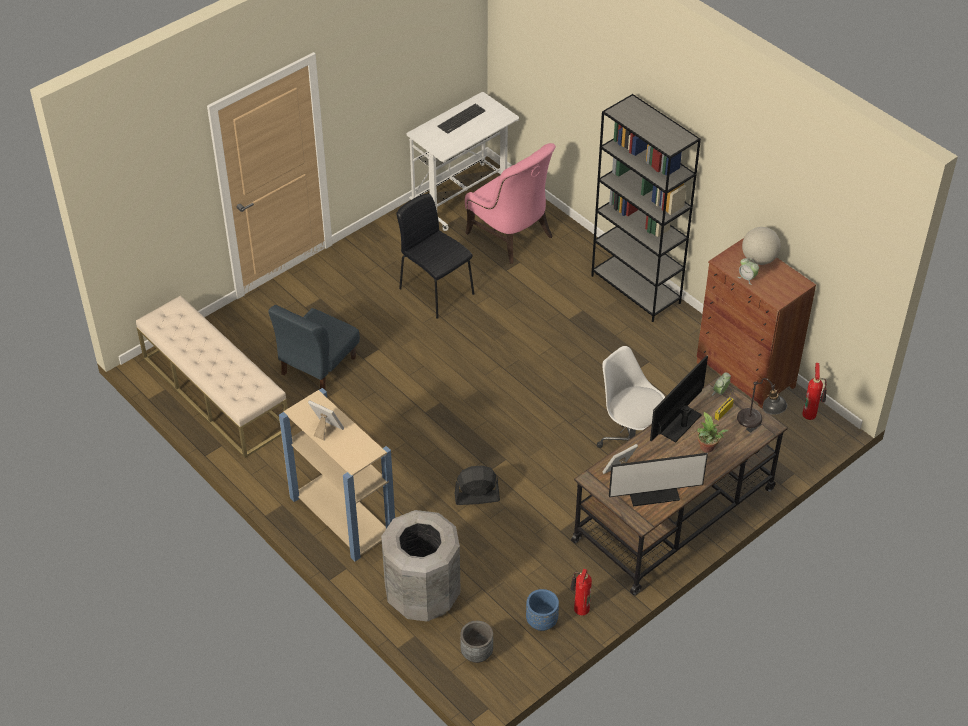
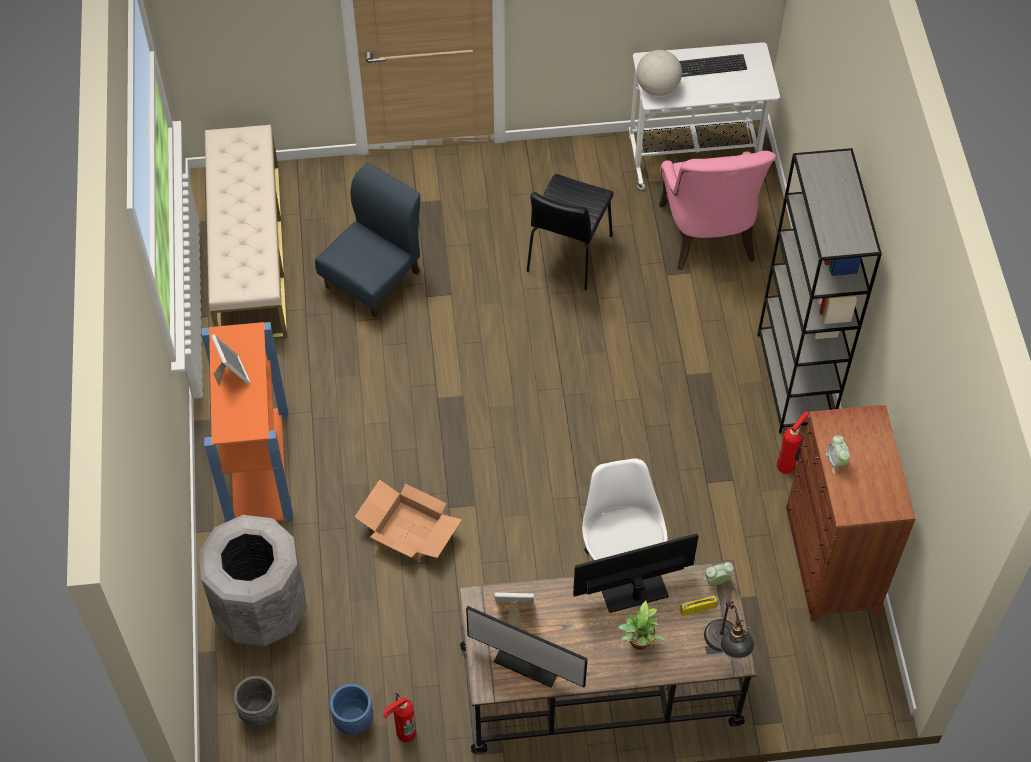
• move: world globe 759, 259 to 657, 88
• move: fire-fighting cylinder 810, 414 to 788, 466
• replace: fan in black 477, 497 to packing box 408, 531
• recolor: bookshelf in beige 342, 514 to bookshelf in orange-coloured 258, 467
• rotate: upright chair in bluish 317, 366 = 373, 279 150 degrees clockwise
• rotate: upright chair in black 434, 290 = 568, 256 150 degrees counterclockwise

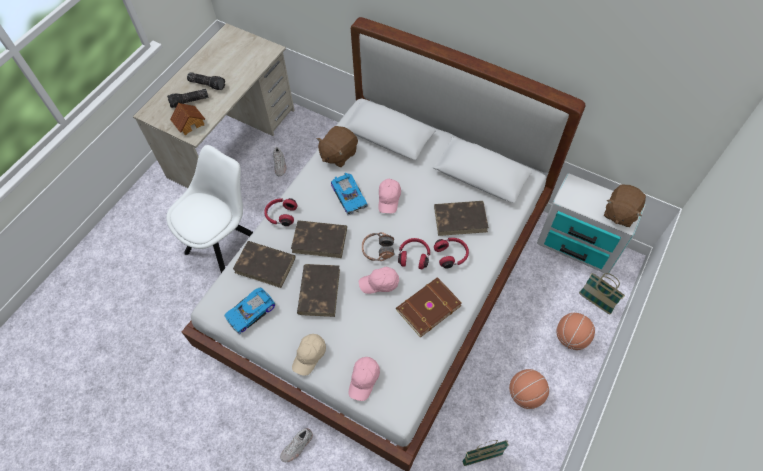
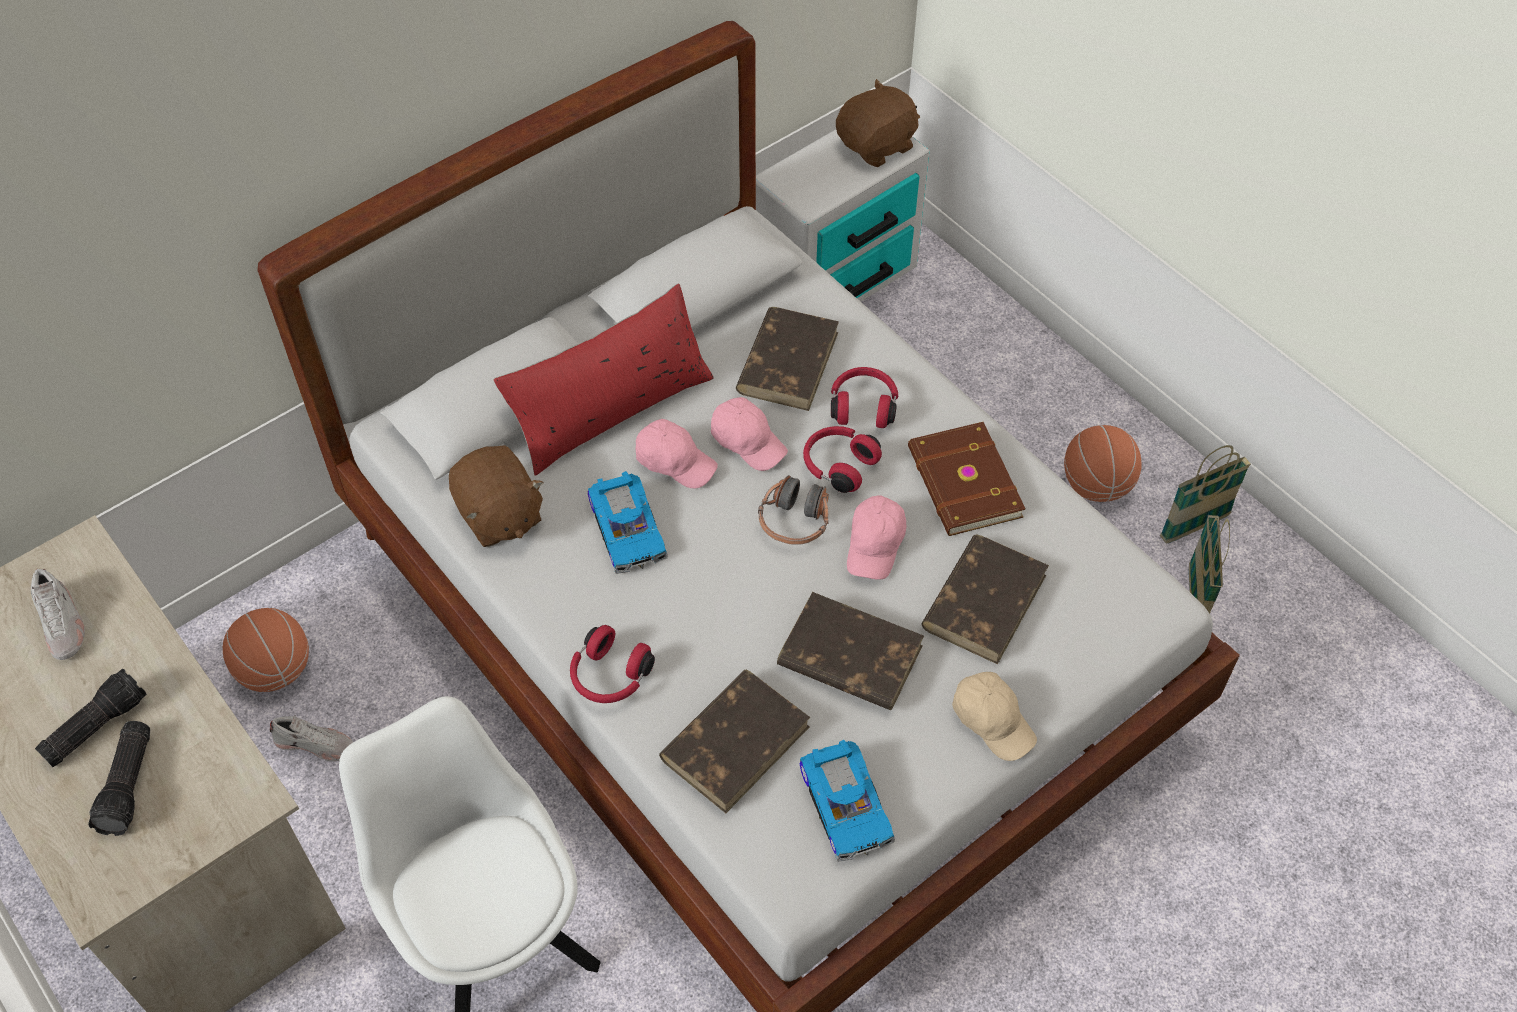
• delete: miniature house 189, 123
• insert: throw pillow in red-coloured 611, 409
• move: shoe in white 297, 446 to 62, 623
• move: volume in brownish 320, 240 to 984, 600
• move: cap in pink-coloured 364, 380 to 748, 441
• move: ball for basketball 571, 338 to 275, 670
• move: basket 595, 302 to 1194, 527
• rotate: toy car 349, 196 = 629, 528 75 degrees clockwise
• rotate: soft toy in brownish 620, 213 = 877, 146 90 degrees counterclockwise

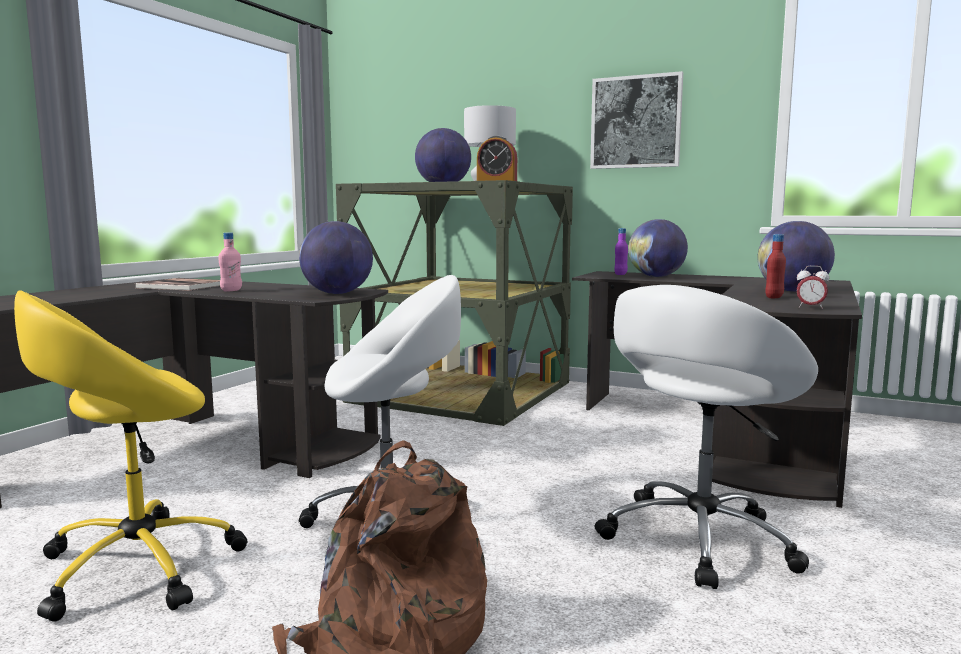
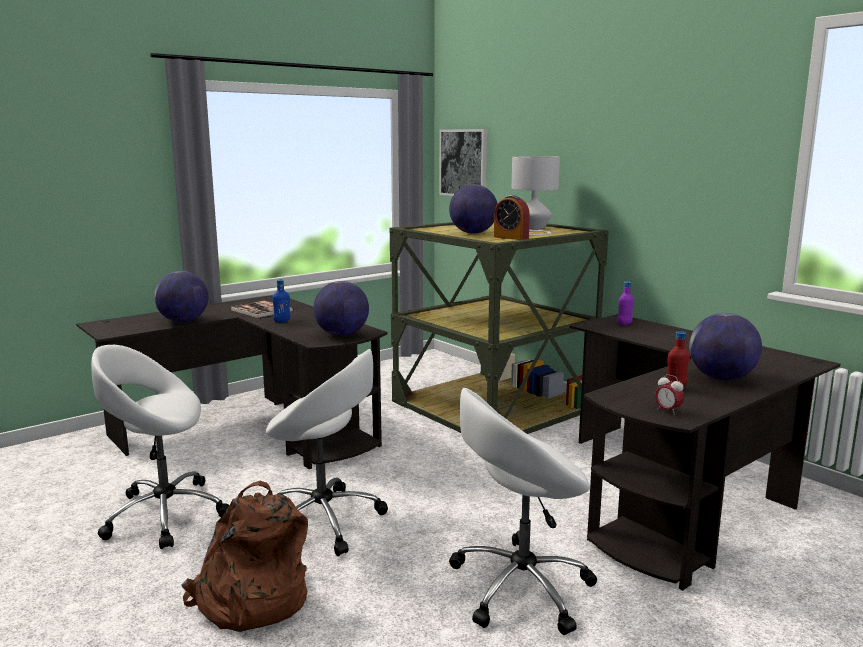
• move: wall picture 636, 122 to 464, 163
• move: world globe 656, 276 to 183, 321
• recolor: desk chair in yellow-coloured 134, 567 to desk chair in white 163, 515
• recolor: drink bottle in pink-coloured 231, 290 to drink bottle in bluish 282, 321

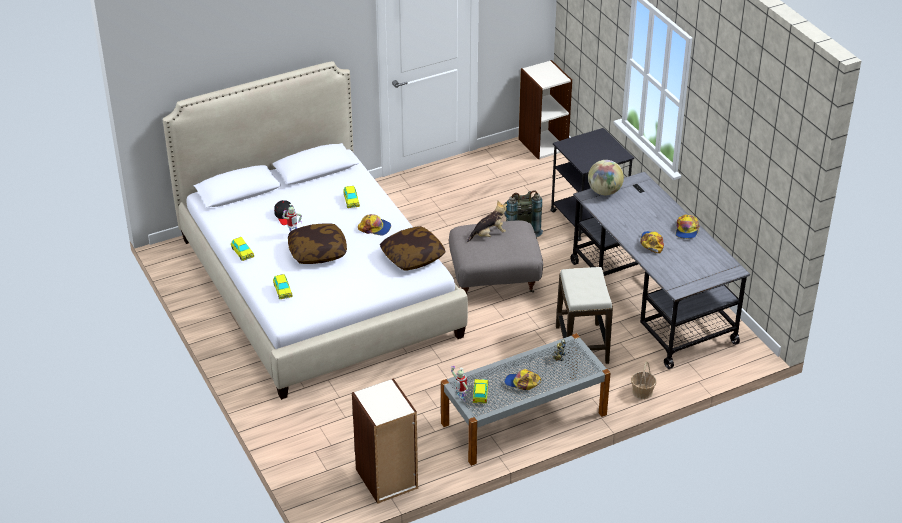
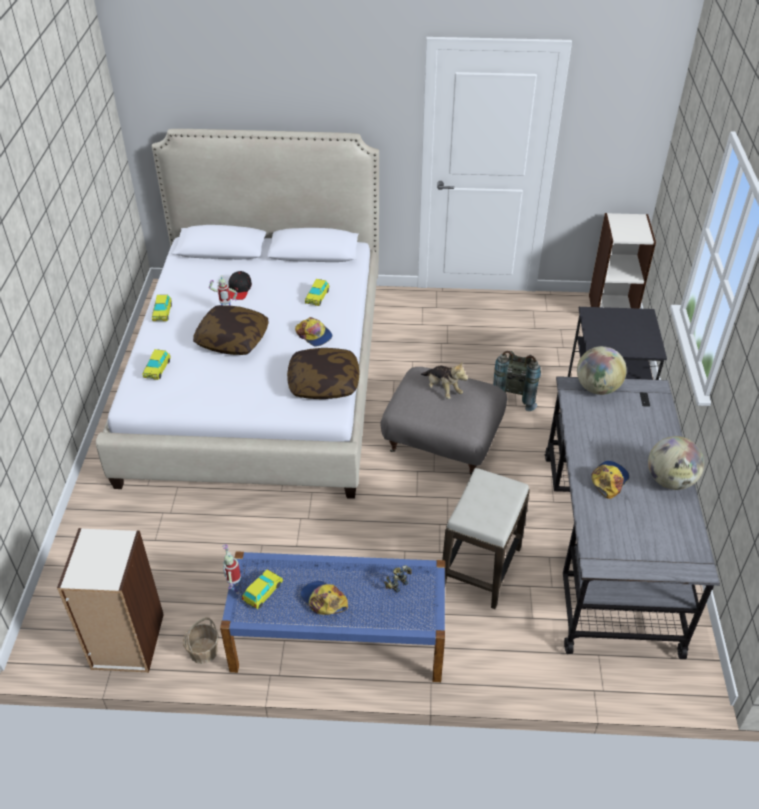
• move: basket 642, 392 to 203, 651
• replace: cap 686, 230 to world globe 670, 480
• recolor: bench in grey 524, 420 to bench in bluish 338, 639
• rotate: soft toy 488, 235 = 442, 389 45 degrees clockwise

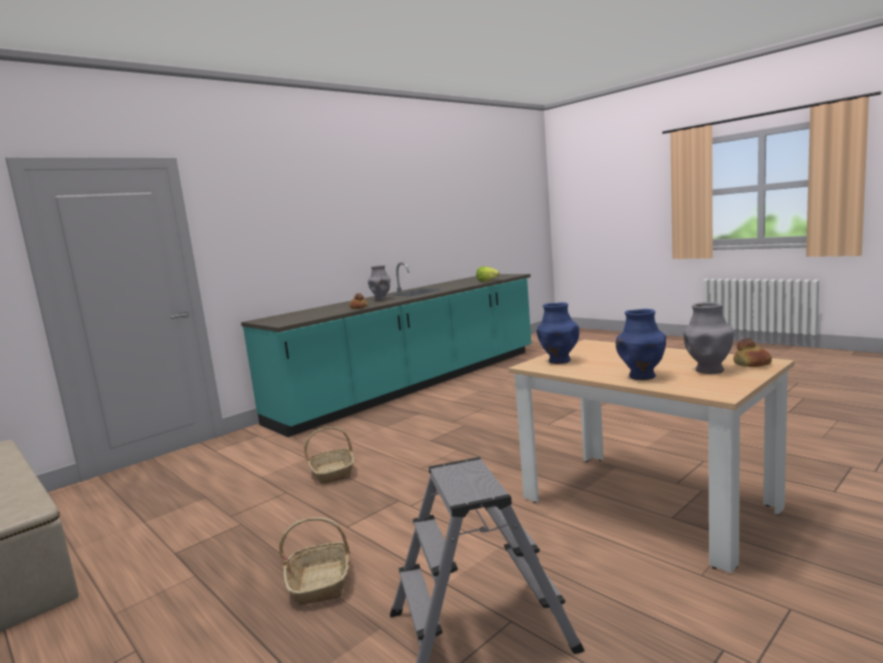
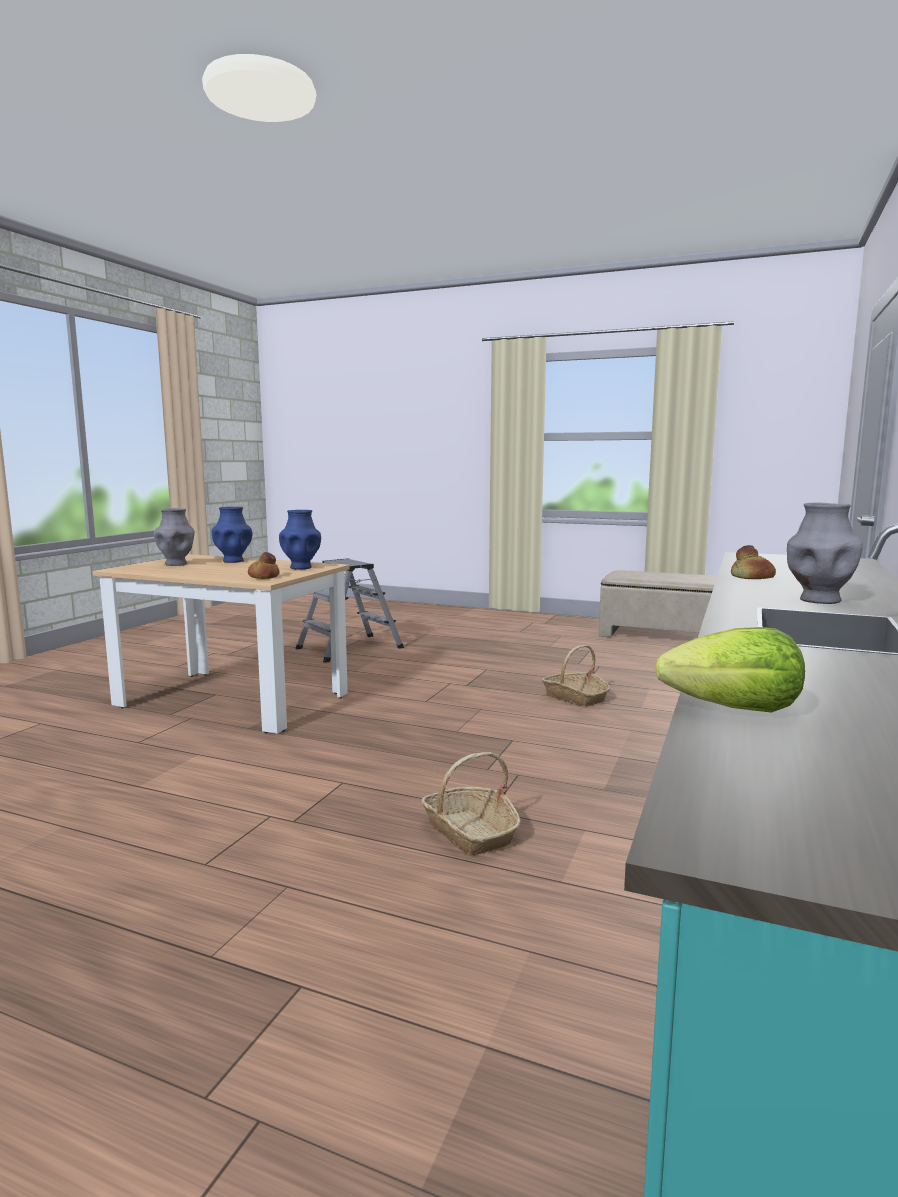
• move: basket 320, 582 to 470, 832
• move: bakery bread 751, 364 to 264, 577

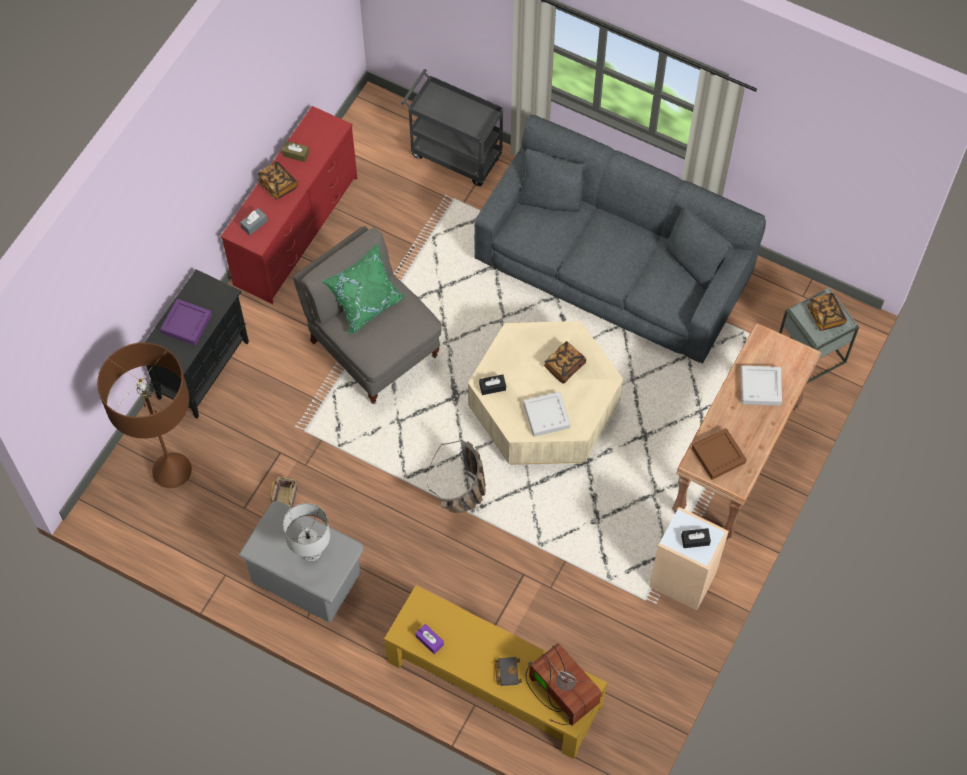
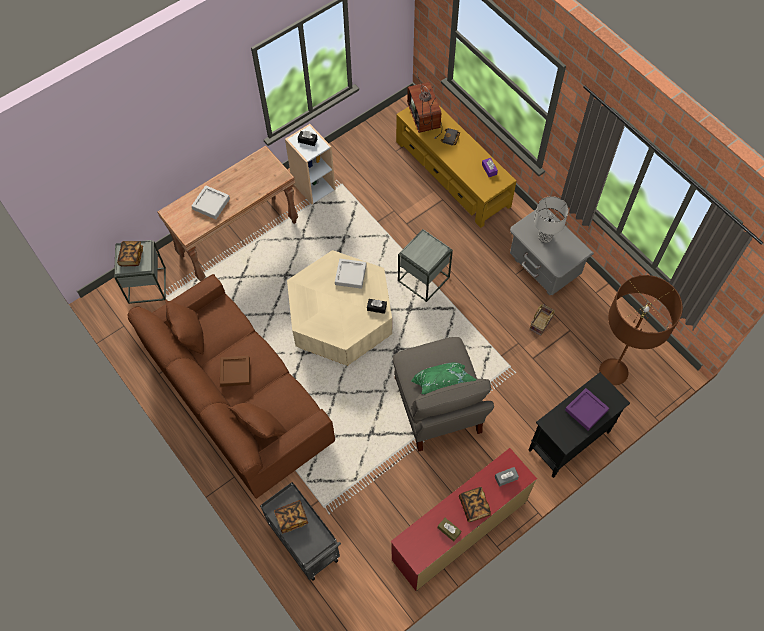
• move: volume 564, 366 to 291, 518
• move: carrying tray in brownish 718, 455 to 235, 372
• replace: basket 463, 502 to accent table in grey 423, 279
• recolor: sofa in grey 612, 271 to sofa in brownish 239, 396

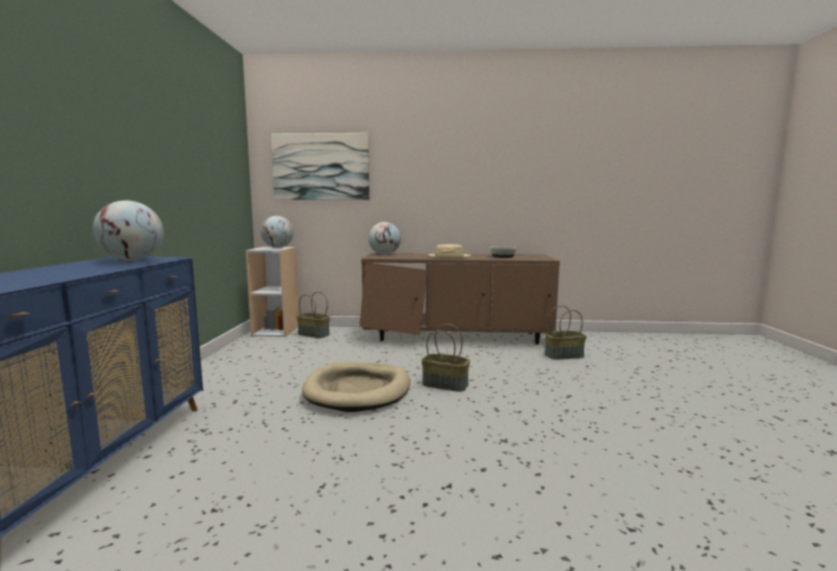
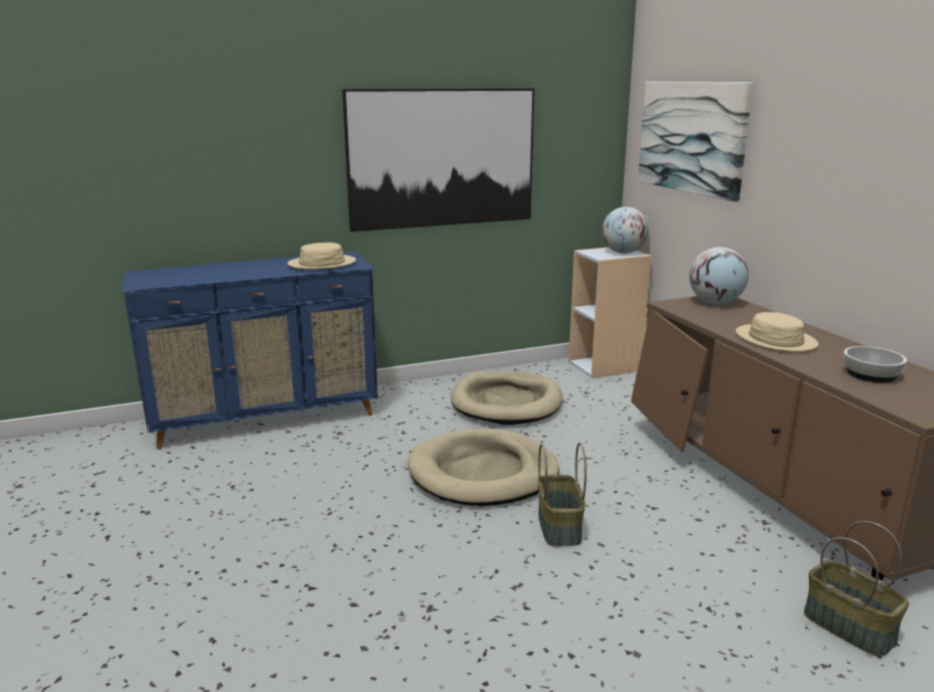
• delete: basket 313, 334
• insert: wall picture 442, 158
• insert: pet bed in beige 507, 402
• replace: world globe 132, 260 to hat in beige 322, 264

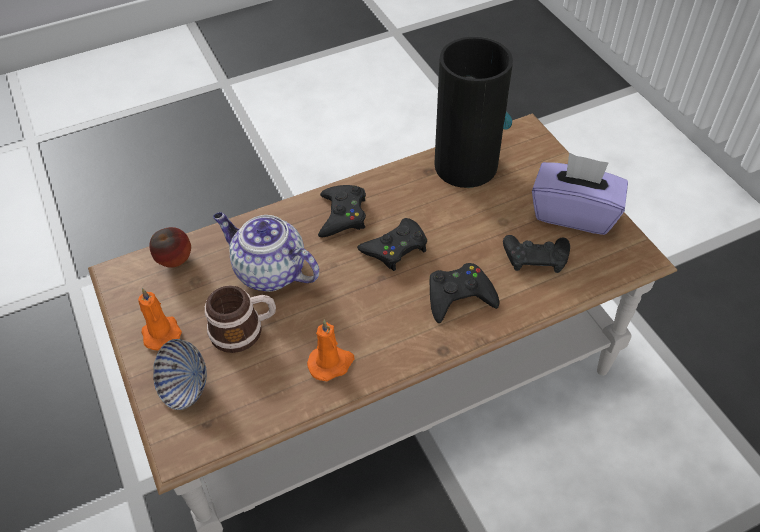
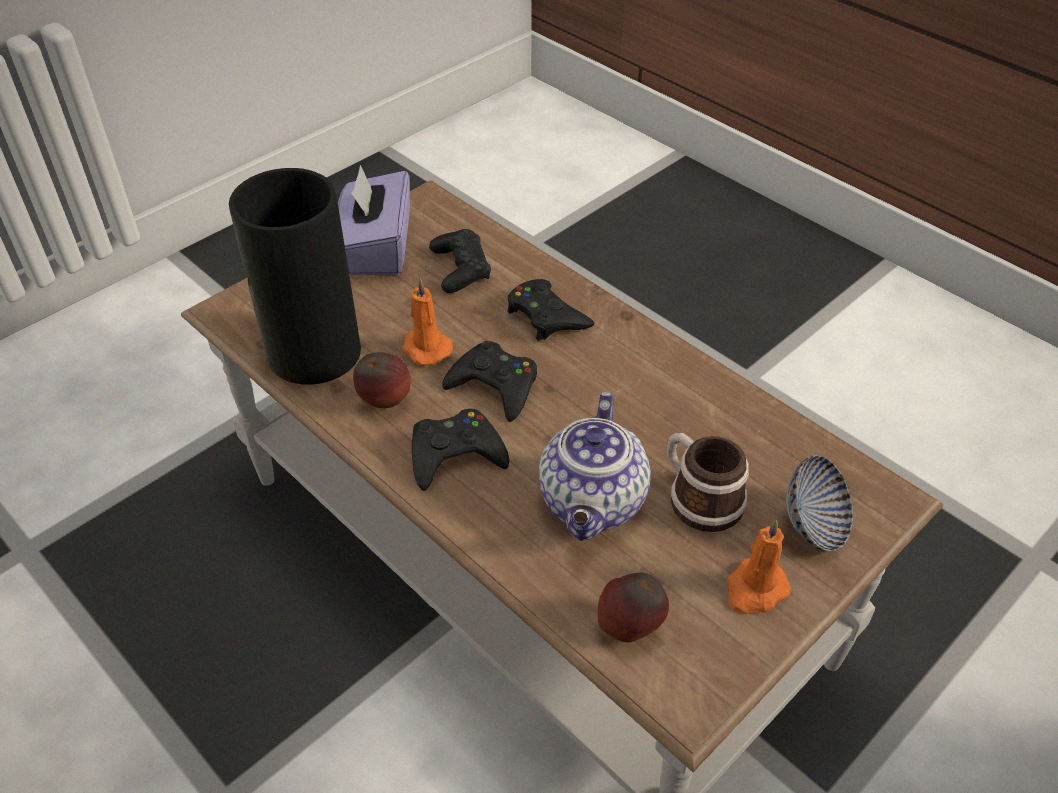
• insert: whole apple 385, 402
• move: candle in orange-coloured 331, 363 to 425, 348

